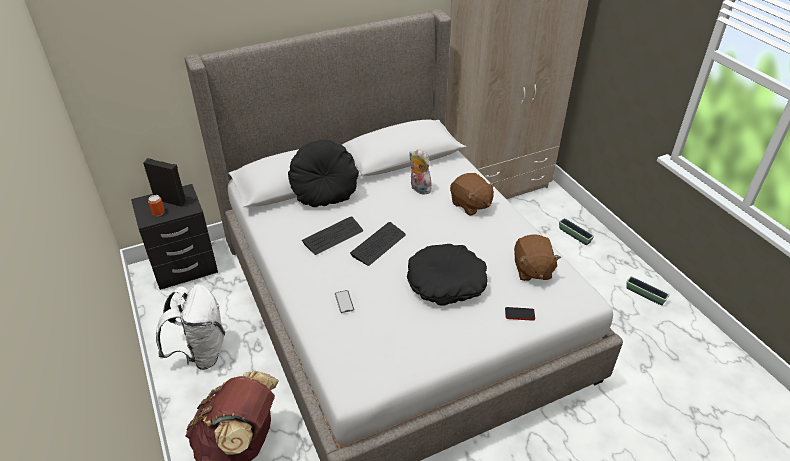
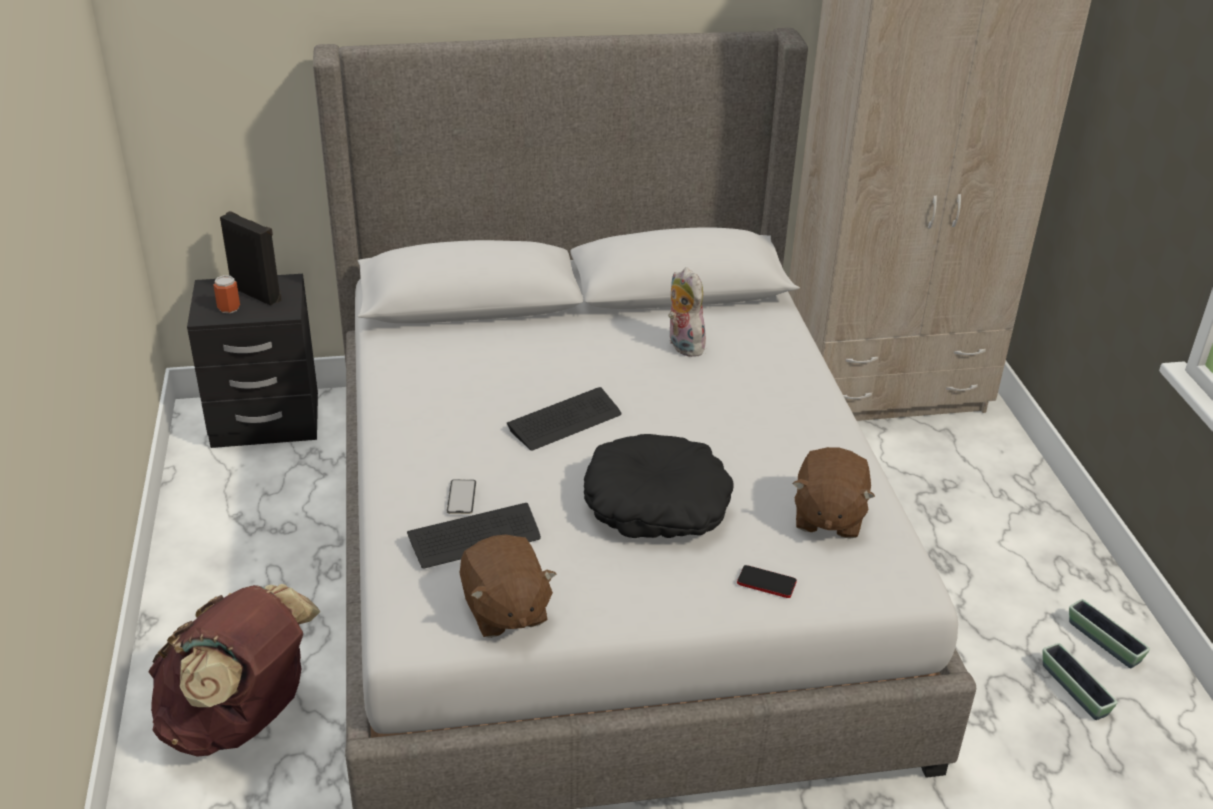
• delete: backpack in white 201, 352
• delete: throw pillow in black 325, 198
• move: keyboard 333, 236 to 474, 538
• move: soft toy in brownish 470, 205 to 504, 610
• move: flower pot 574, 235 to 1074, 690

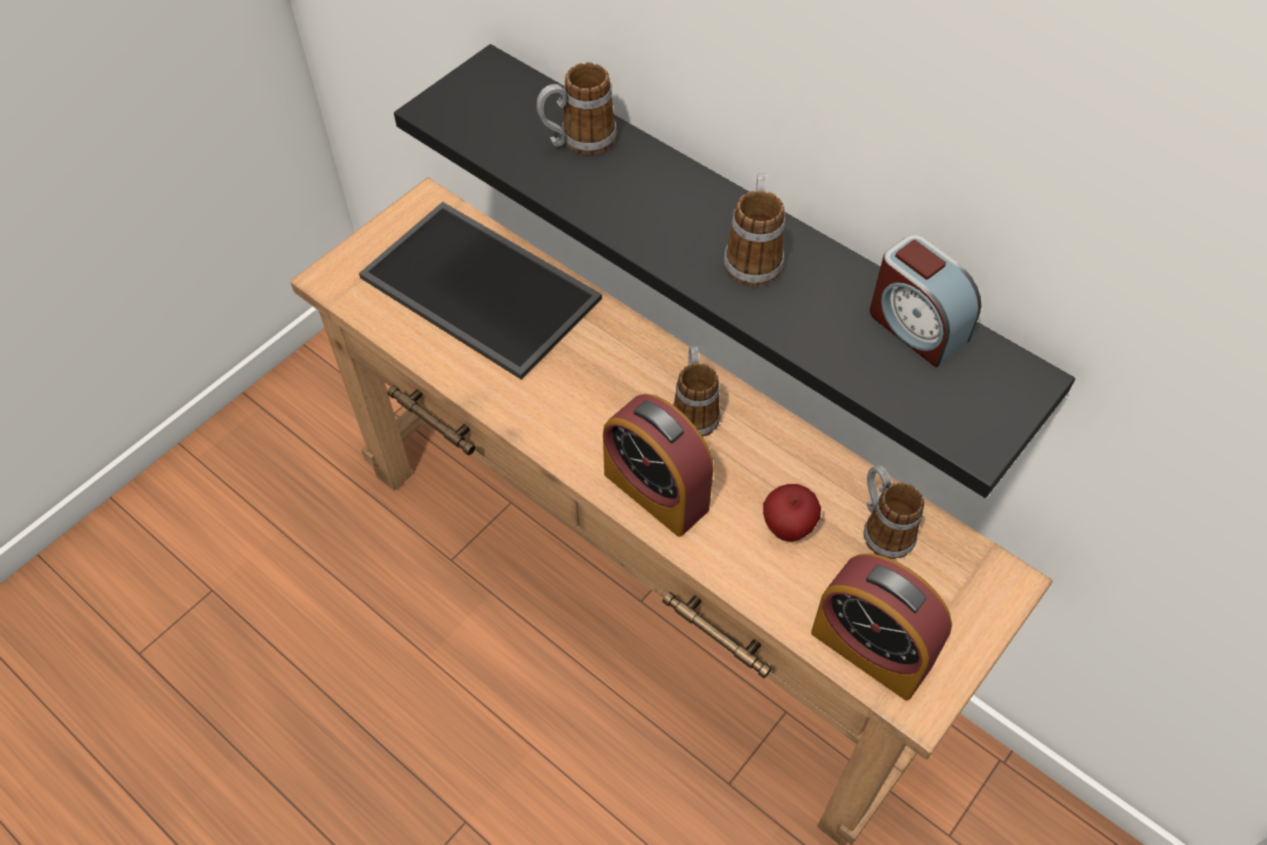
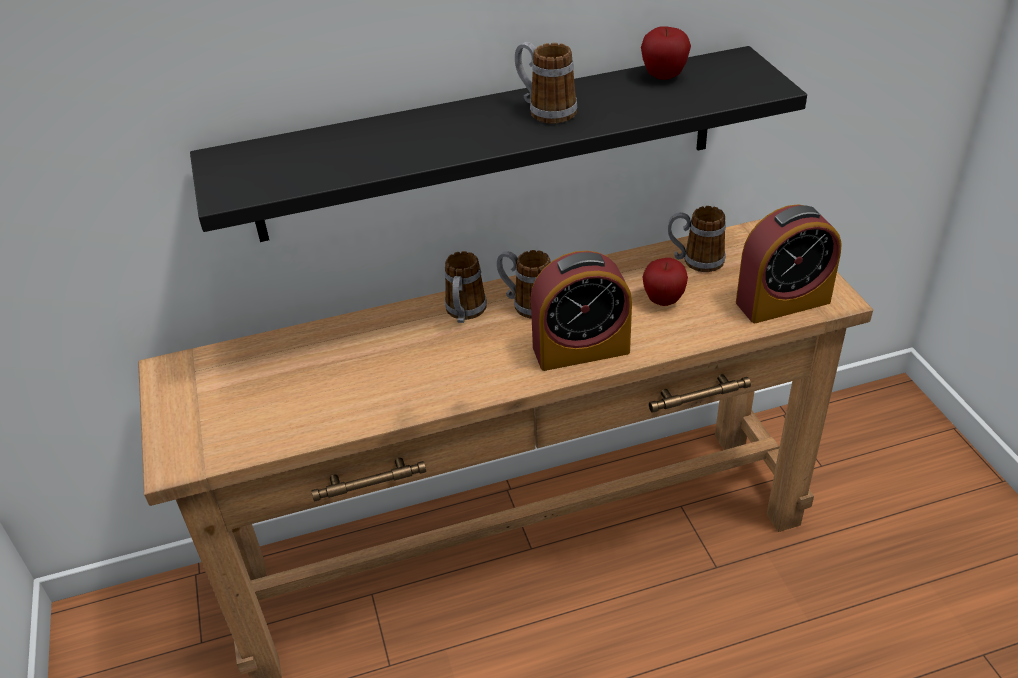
• delete: carrying tray 484, 287
• move: mug 578, 141 to 464, 313
• replace: bedside clock 916, 326 to whole apple 663, 76

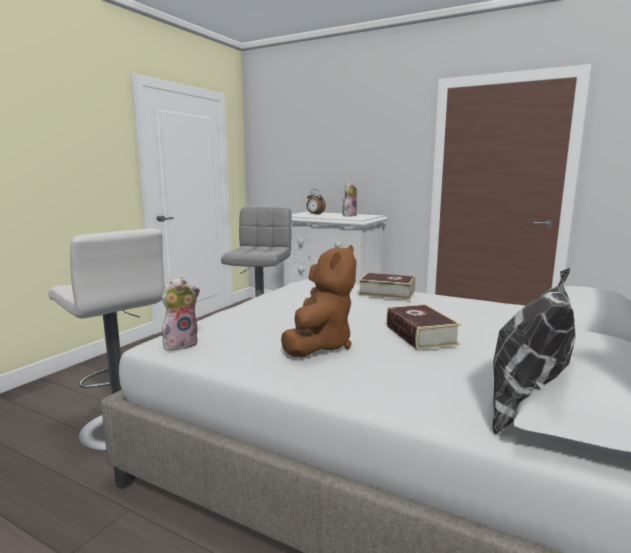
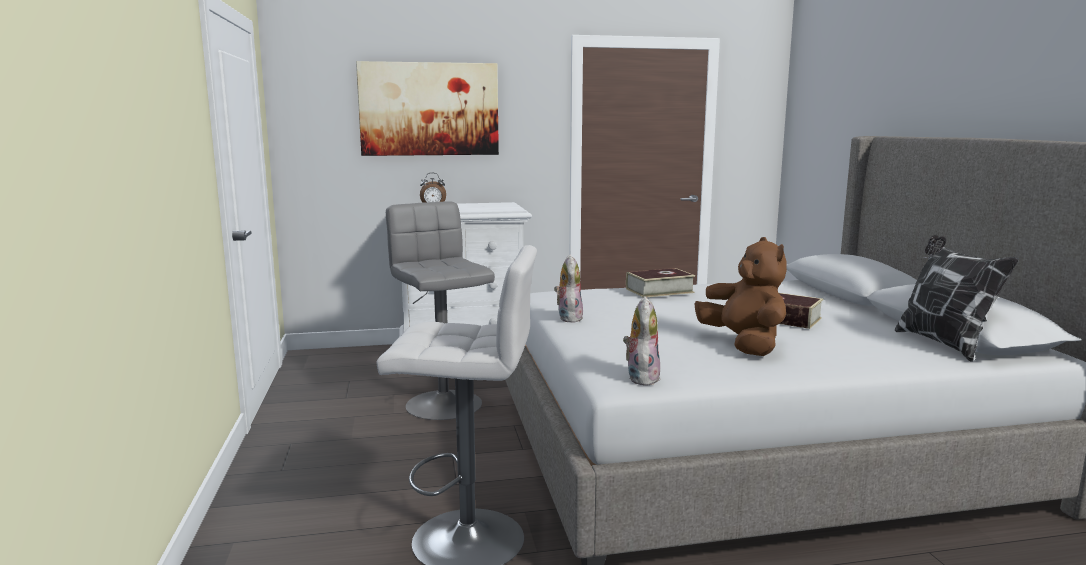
• insert: wall picture 429, 109
• move: soft toy 349, 215 to 568, 318

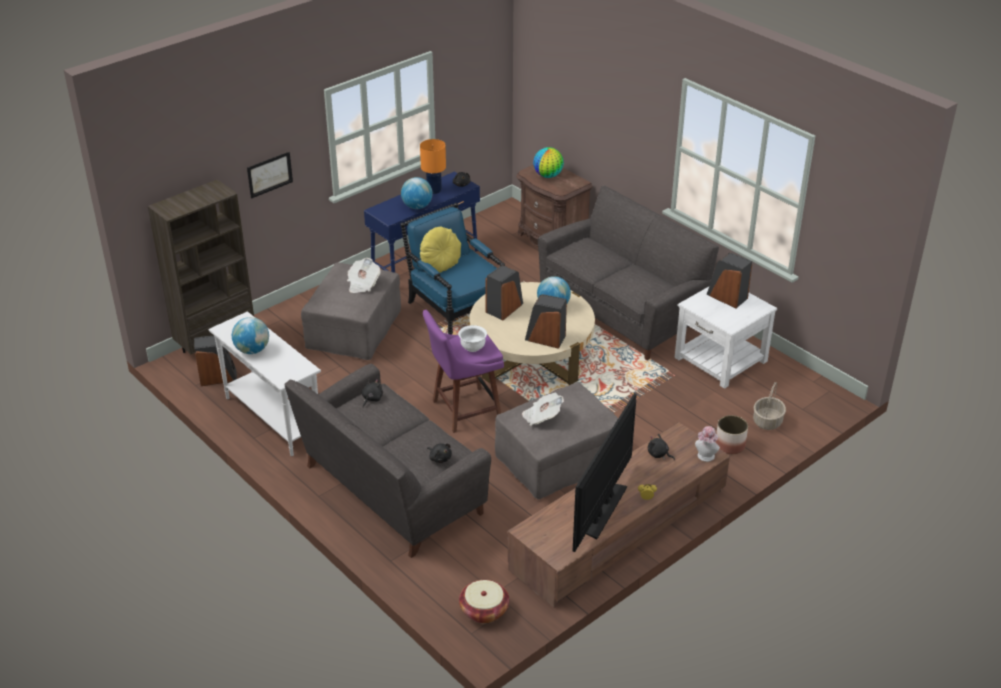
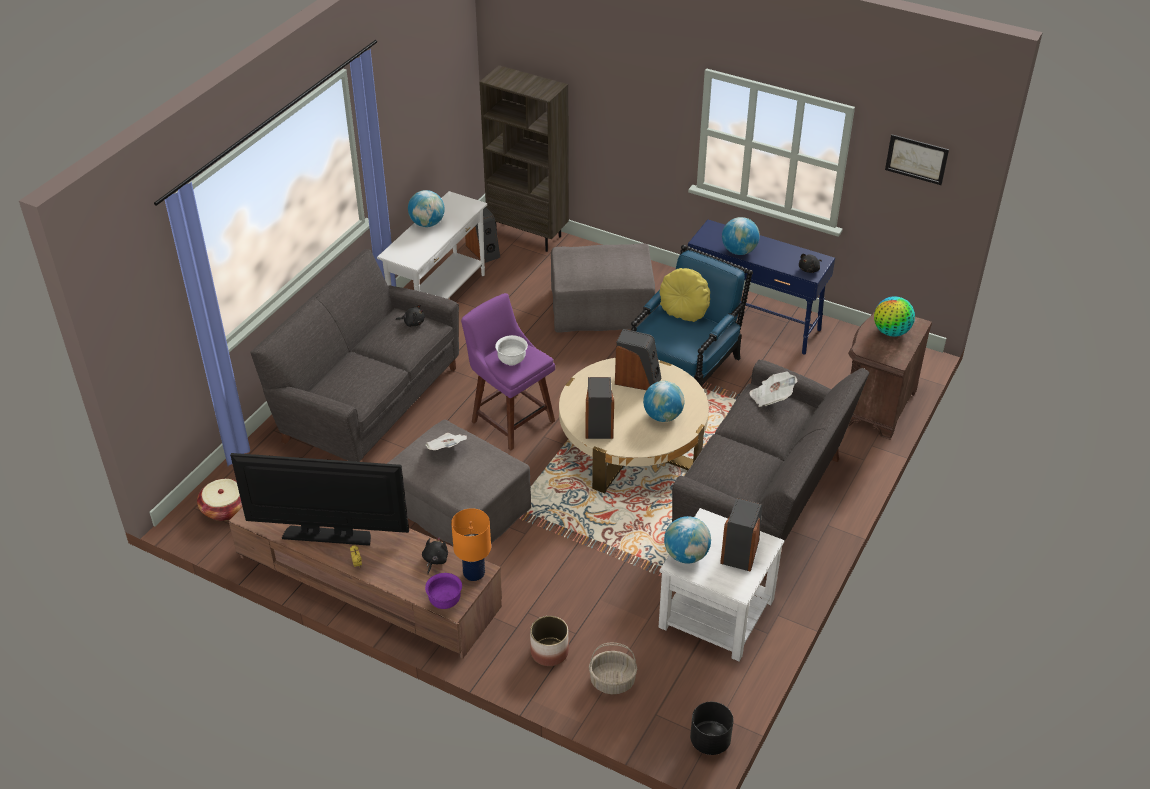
• delete: soft toy in black 440, 458
• insert: world globe 686, 555
• insert: flower pot in black 709, 741
• move: wall picture 269, 174 to 916, 159
• move: newspaper 362, 284 to 771, 397
• move: table lamp in orange-coloured 434, 191 to 474, 574
• replace: hat 705, 457 to deep dish in purple 445, 601

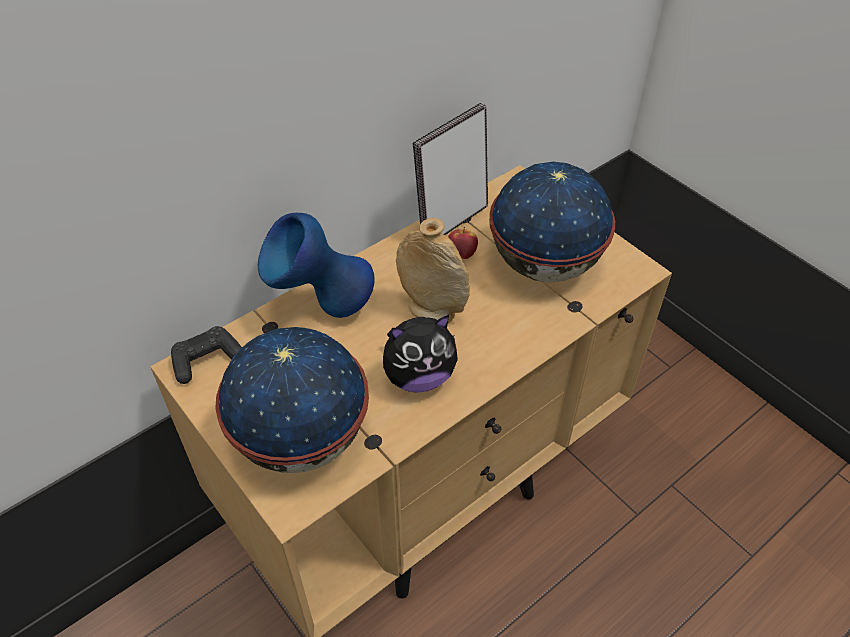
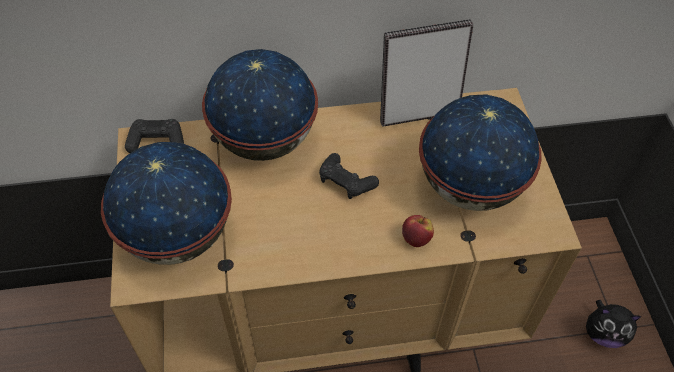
• move: soft toy 419, 376 to 603, 334
• move: whole apple 461, 254 to 416, 238
• replace: decorative vase in bluish 322, 309 to world globe 264, 141
• replace: decorative vase in beige 431, 310 to joypad in black 346, 182

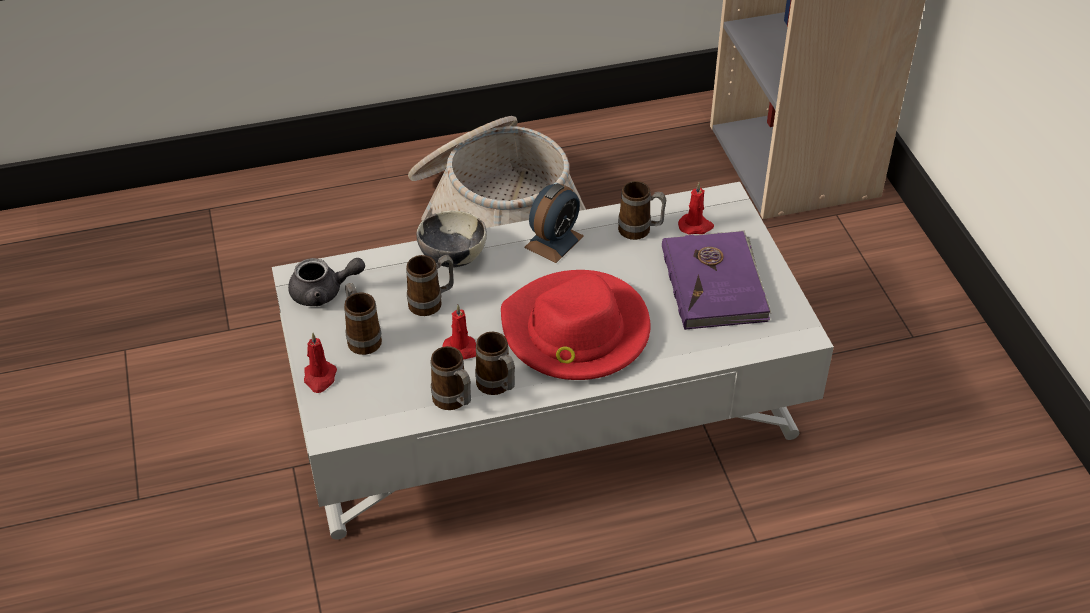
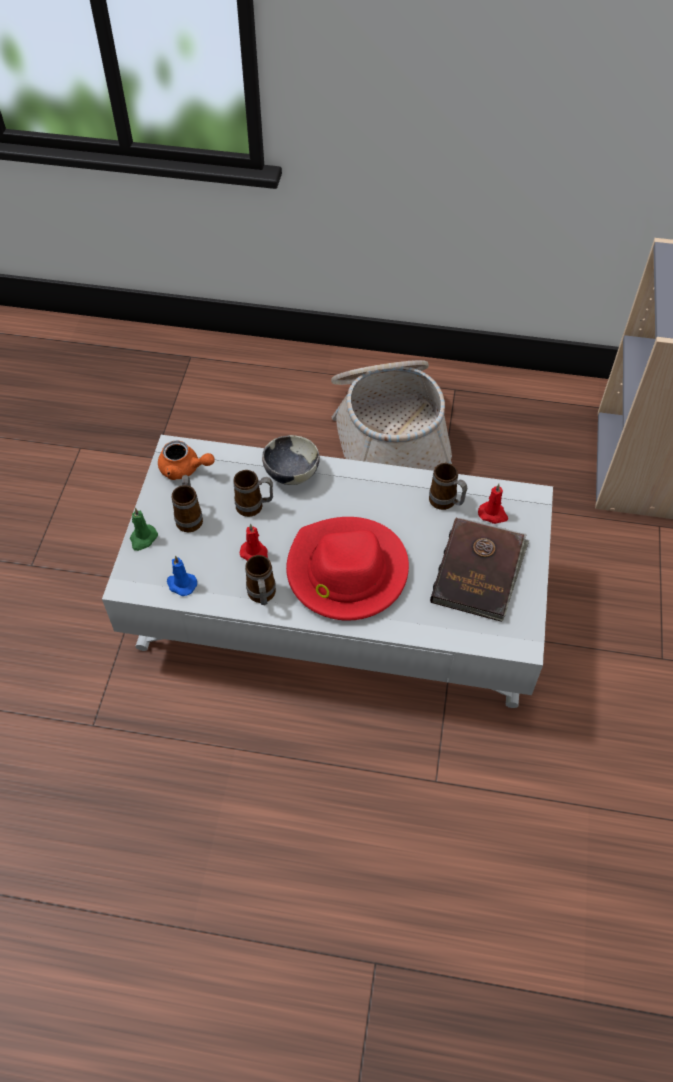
• delete: mug 454, 402
• delete: bedside clock 554, 241
• insert: candle in bluish 181, 584
• recolor: tea pot in grey 324, 292 to tea pot in orange-coloured 184, 469
• recolor: candle in red-coloured 320, 378 to candle in greenish 143, 538
• recolor: volume in purple 715, 283 to volume in brownish 479, 571

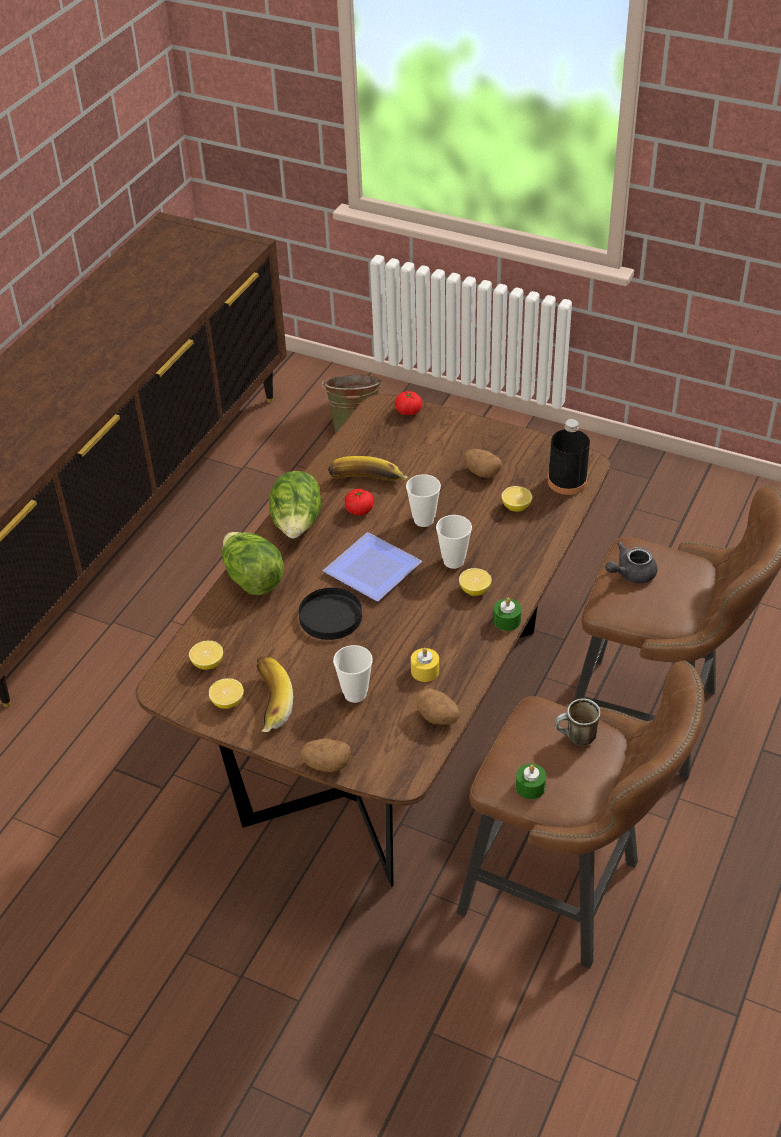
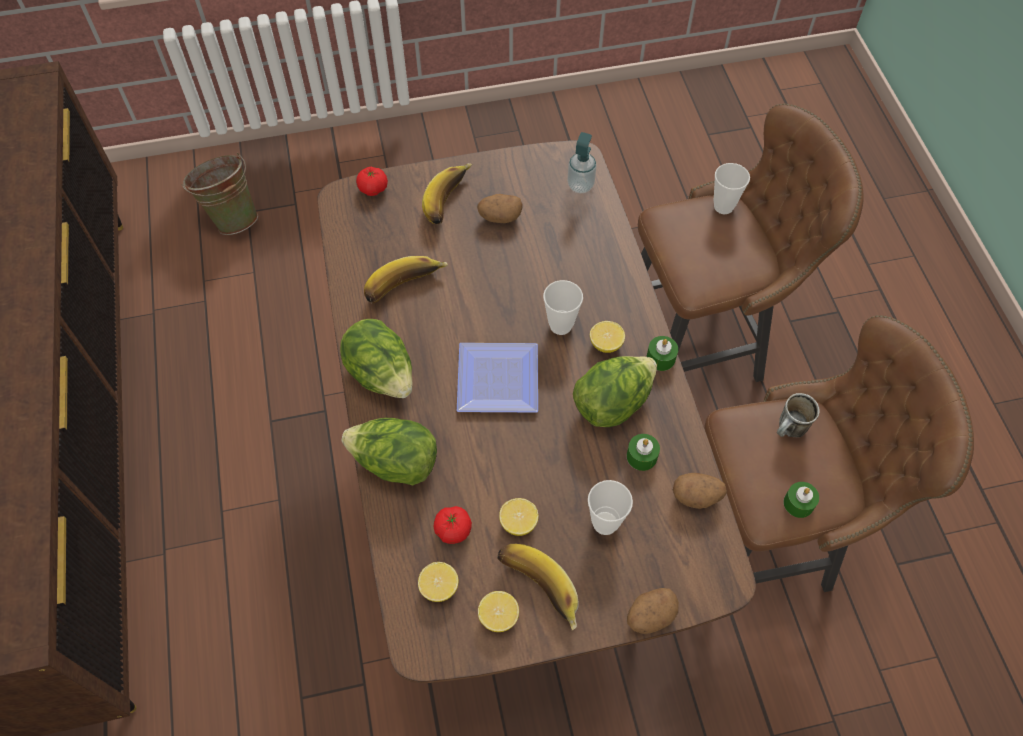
• delete: flat dish in black 331, 616
• delete: tea pot in grey 630, 574
• insert: banana fruit 451, 202
• insert: lettuce head 612, 403
• move: tomato 359, 510 to 453, 530
• move: cup 423, 520 to 723, 206
• move: whole lemon 516, 507 to 518, 522
• replace: drink bottle in black 567, 481 to soap dispenser 580, 185
• recolor: candle in yellow-coloured 425, 671 to candle in greenish 641, 456

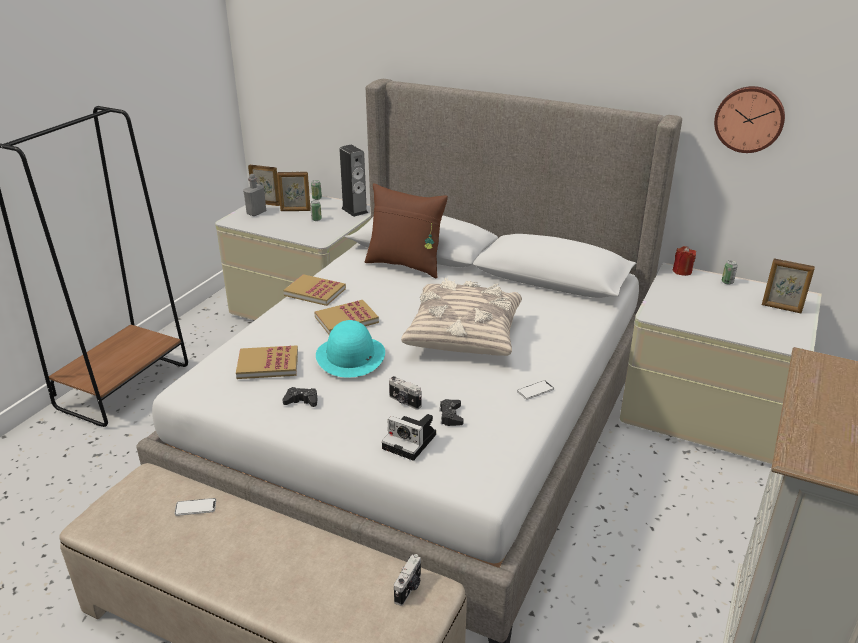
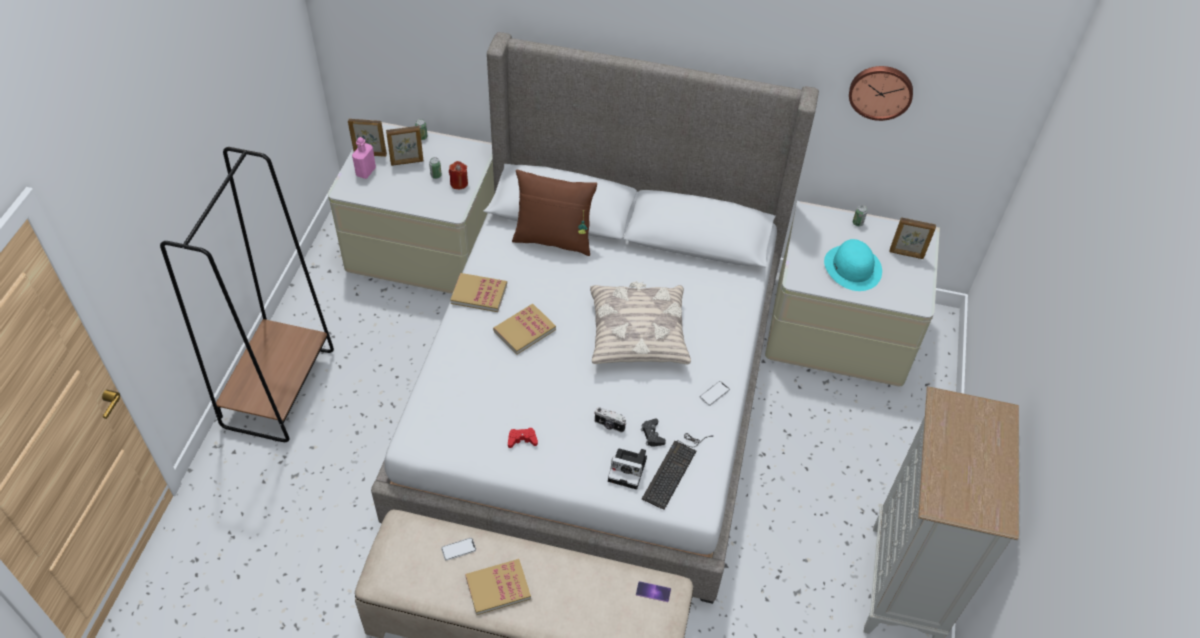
• delete: loudspeaker 354, 210
• insert: keyboard 675, 468
• move: volume 268, 364 to 498, 588
• move: hat in blue-green 350, 356 to 852, 268
• move: candle in red-coloured 682, 271 to 459, 183
• replace: still camera 409, 588 to telephone 653, 591
• recolor: drink bottle in grey 256, 212 to drink bottle in pink-coloured 366, 172
• recolor: joypad in black 302, 401 to joypad in red-coloured 522, 440

